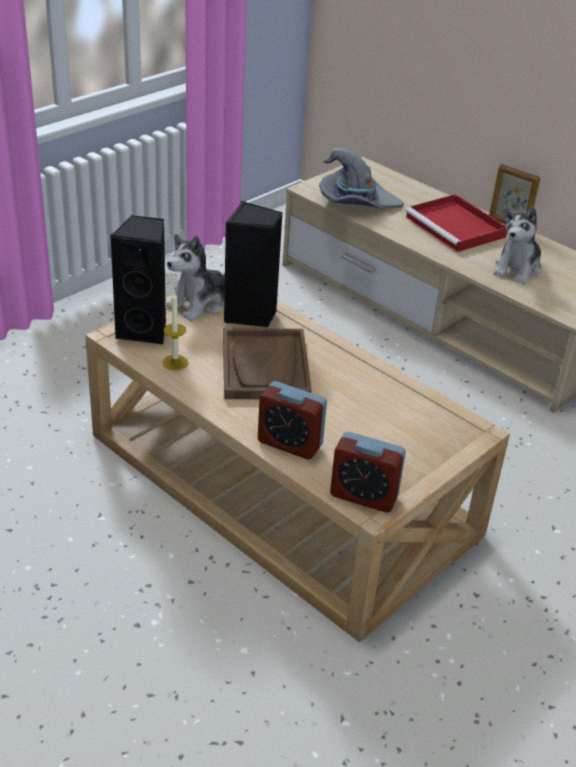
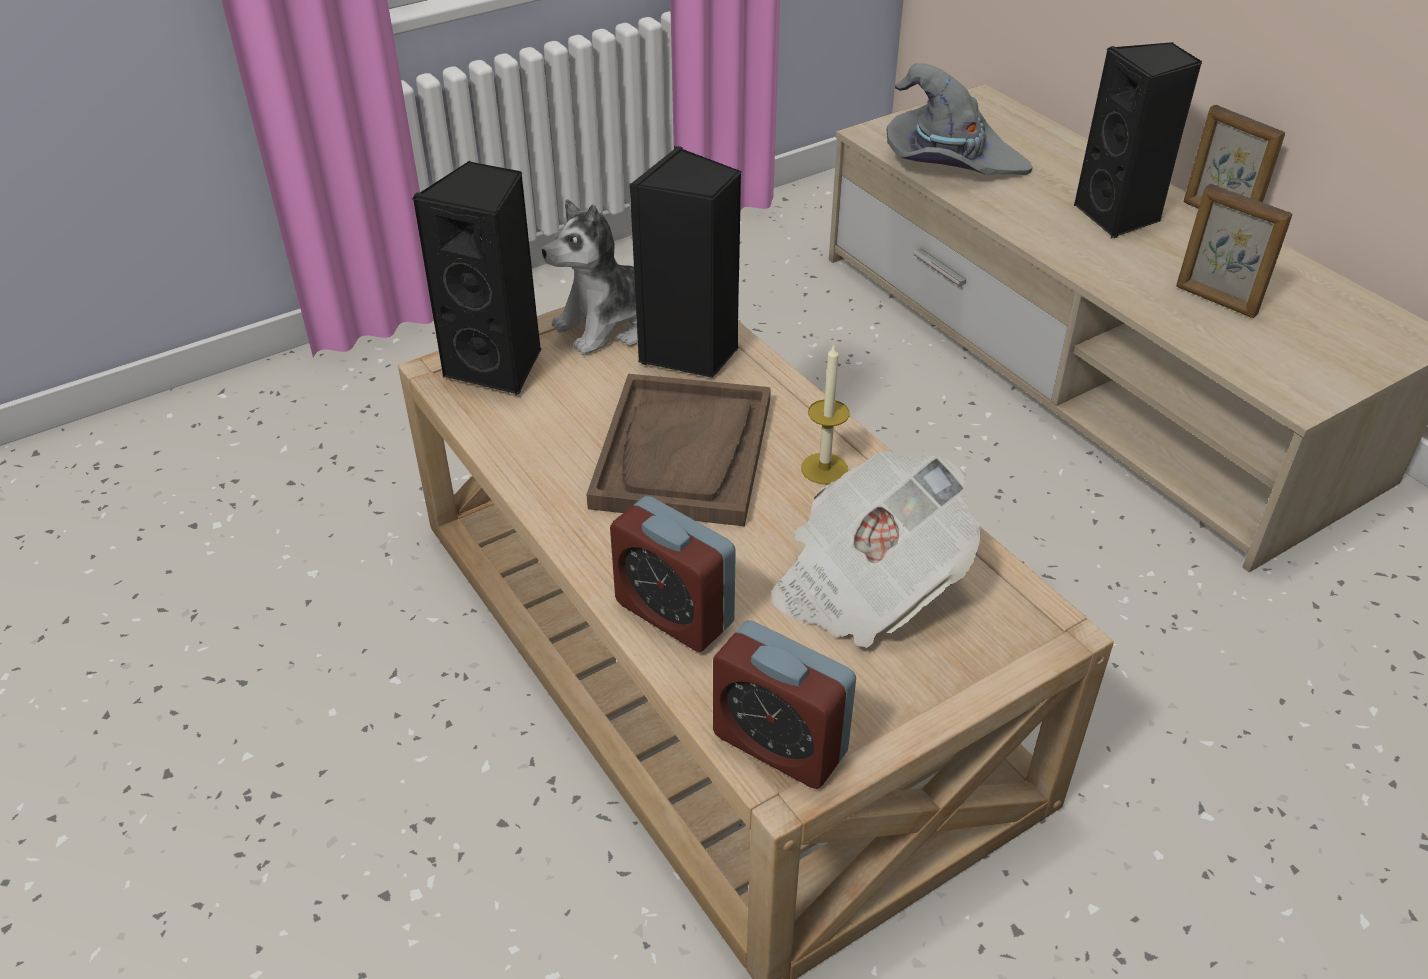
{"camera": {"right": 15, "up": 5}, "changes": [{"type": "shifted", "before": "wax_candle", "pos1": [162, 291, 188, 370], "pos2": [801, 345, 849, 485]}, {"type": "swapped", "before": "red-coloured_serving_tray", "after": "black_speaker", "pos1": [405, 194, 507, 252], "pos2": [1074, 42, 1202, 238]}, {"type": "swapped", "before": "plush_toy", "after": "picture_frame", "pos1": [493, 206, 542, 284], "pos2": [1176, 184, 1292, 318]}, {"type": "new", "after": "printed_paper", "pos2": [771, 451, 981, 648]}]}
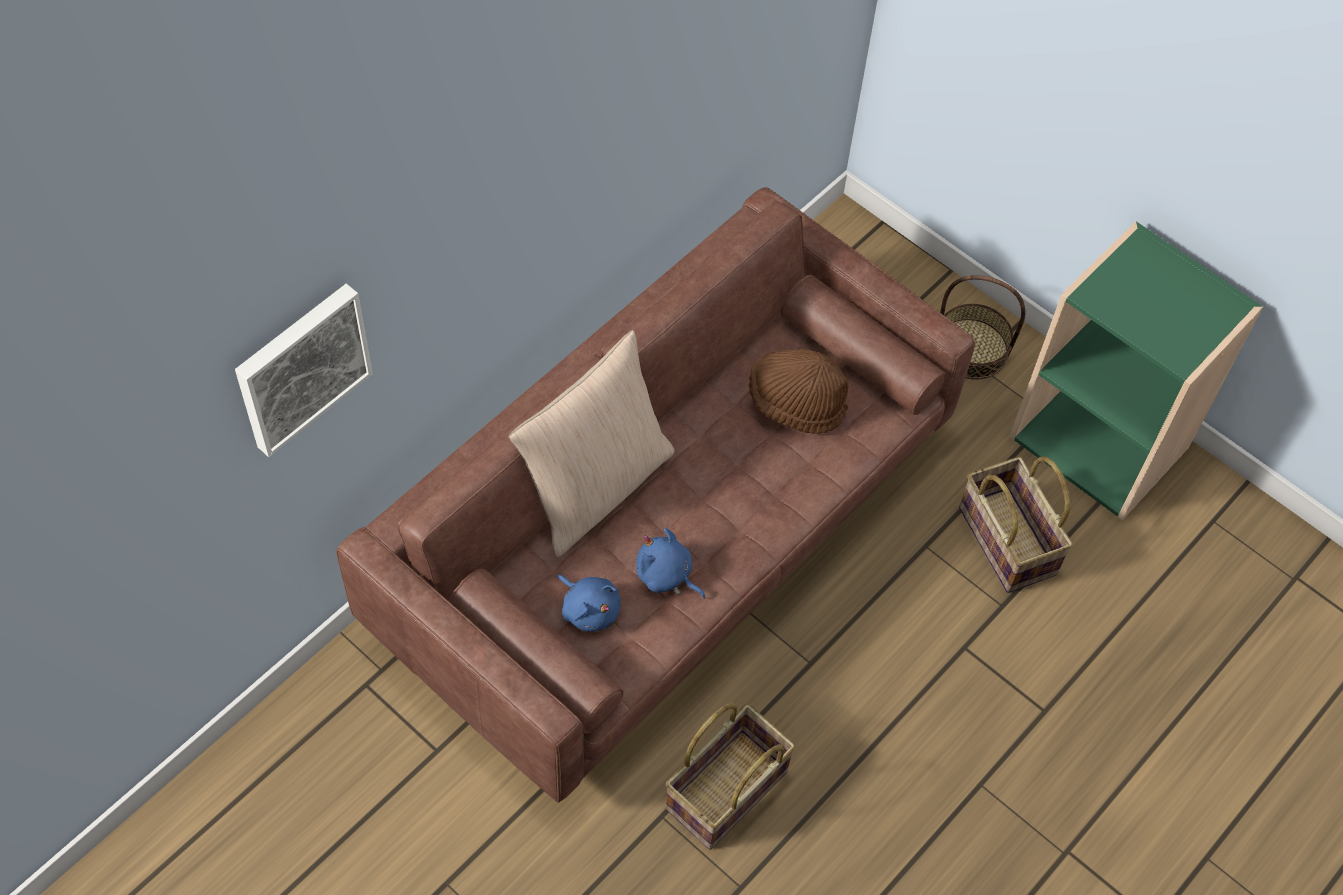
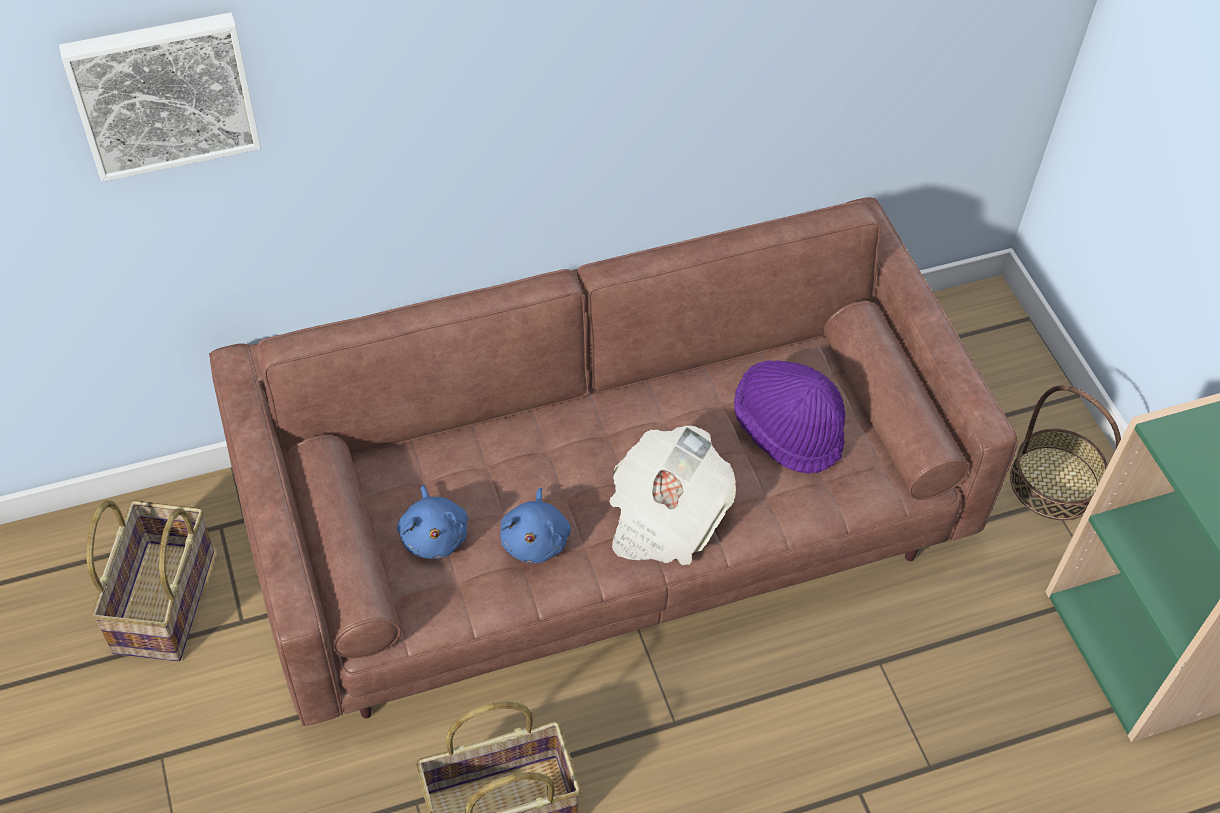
{"camera": {"right": 30, "up": -5}, "changes": [{"type": "gone", "before": "beige-coloured_pillow", "pos1": [509, 330, 675, 558]}, {"type": "rotated", "before": "bluish_plush_toy", "pos1": [636, 528, 705, 599], "pos2": [500, 488, 571, 563], "turn": -150}, {"type": "repainted", "before": "brownish_wearable_hat", "after": "purplish_wearable_hat", "pos1": [749, 349, 848, 434], "pos2": [734, 360, 845, 474]}, {"type": "shifted", "before": "basket", "pos1": [959, 457, 1073, 593], "pos2": [87, 500, 214, 661]}, {"type": "new", "after": "printed_paper", "pos2": [609, 425, 736, 565]}]}
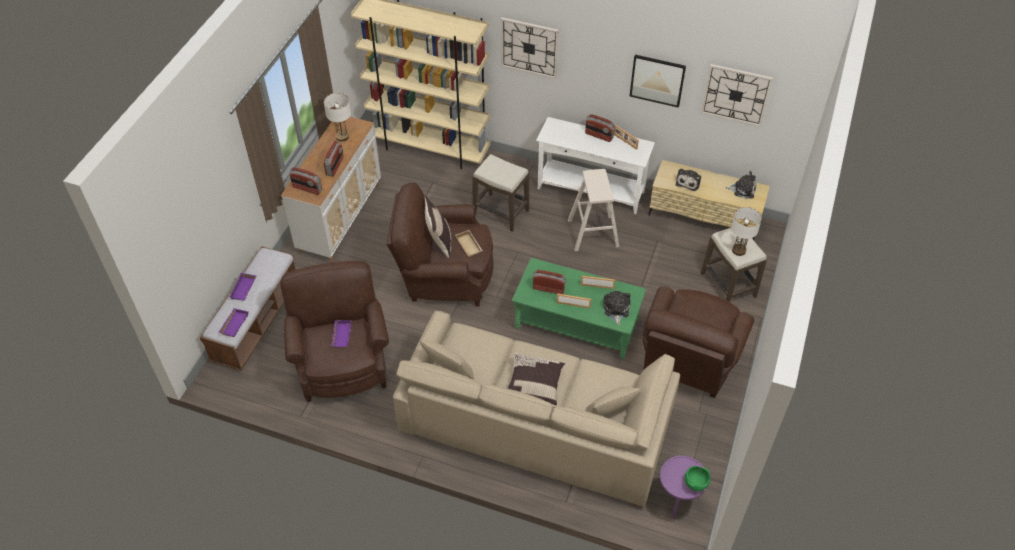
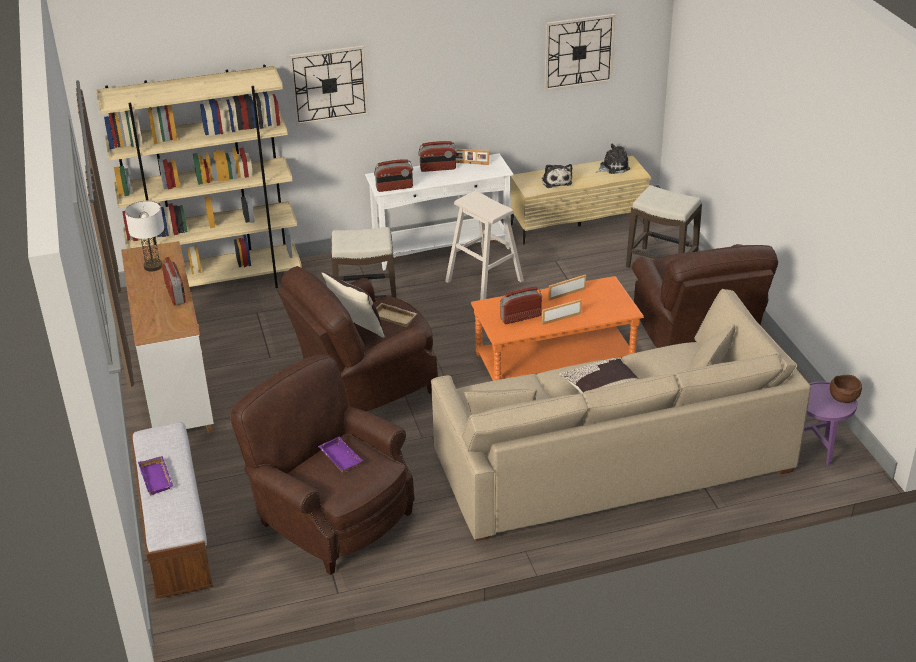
{"camera": {"right": -35, "up": -15}, "changes": [{"type": "gone", "before": "purplish_serving_tray", "pos1": [219, 308, 249, 337]}, {"type": "shifted", "before": "radio", "pos1": [290, 167, 322, 195], "pos2": [374, 159, 413, 192]}, {"type": "repainted", "before": "greenish_lounge_table", "after": "orange_lounge_table", "pos1": [512, 258, 646, 359], "pos2": [471, 276, 644, 381]}, {"type": "gone", "before": "plush_toy", "pos1": [603, 291, 630, 326]}, {"type": "gone", "before": "picture", "pos1": [630, 55, 686, 108]}, {"type": "repainted", "before": "greenish_bowl", "after": "brownish_bowl", "pos1": [685, 466, 711, 491], "pos2": [830, 375, 862, 403]}, {"type": "gone", "before": "lamp_for_a_table", "pos1": [731, 207, 762, 256]}]}
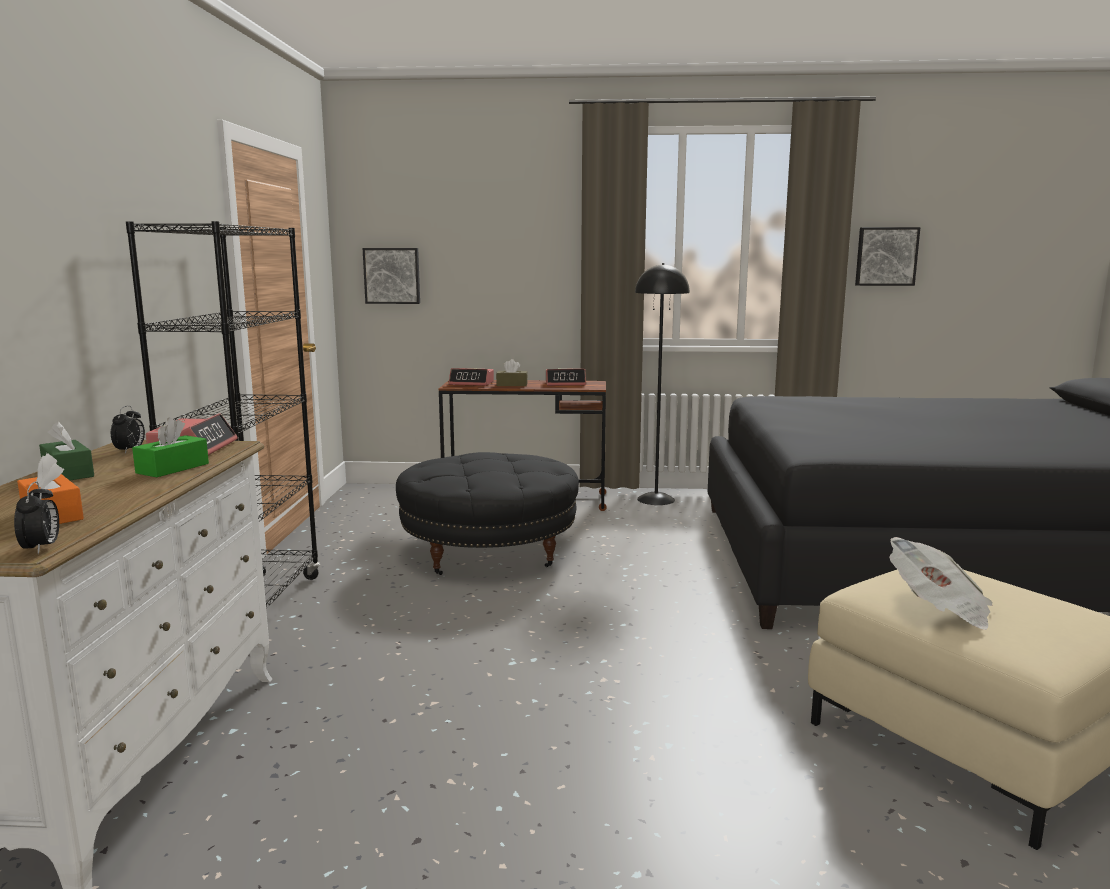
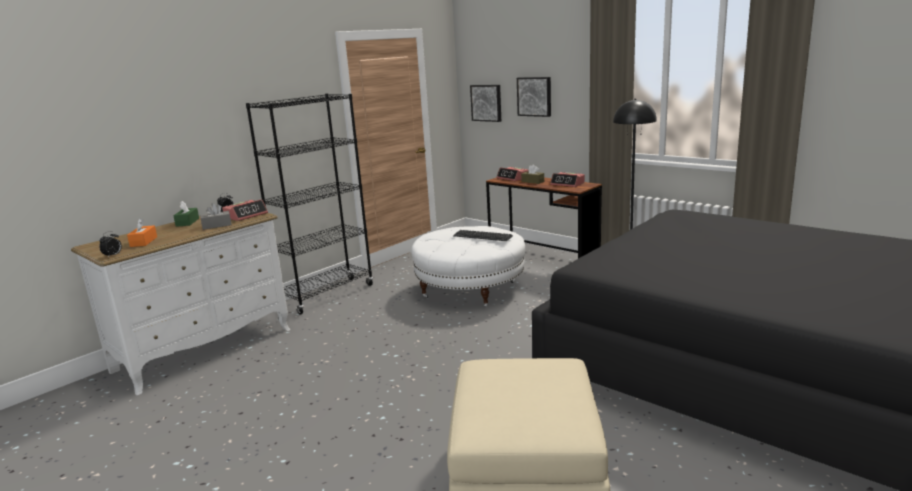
{"camera": {"right": 40, "up": 5}, "changes": [{"type": "repainted", "before": "greenish_tissue_box", "after": "greyish_tissue_box", "pos1": [132, 418, 209, 477], "pos2": [200, 203, 232, 230]}, {"type": "repainted", "before": "black_ottoman", "after": "white-coloured_ottoman", "pos1": [396, 452, 579, 575], "pos2": [411, 226, 525, 307]}, {"type": "shifted", "before": "picture", "pos1": [855, 227, 921, 286], "pos2": [517, 77, 551, 117]}, {"type": "gone", "before": "printed_paper", "pos1": [889, 537, 992, 630]}, {"type": "new", "after": "computer_keyboard", "pos2": [453, 230, 513, 241]}]}
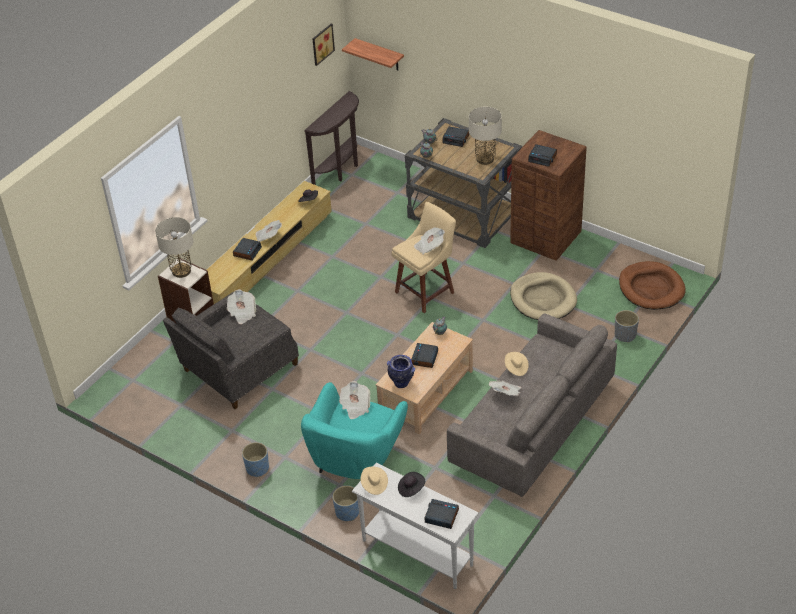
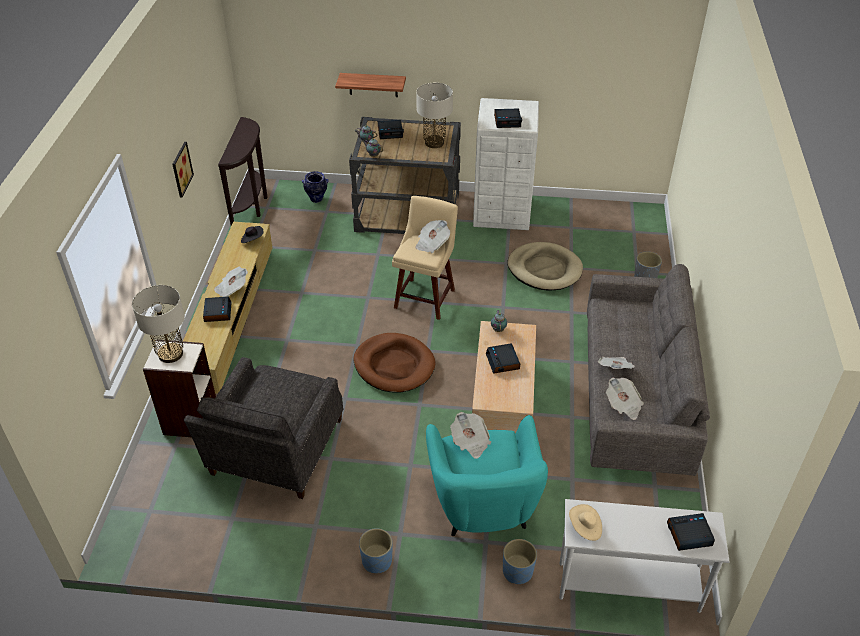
{"camera": {"right": -30, "up": 0}, "changes": [{"type": "shifted", "before": "printed_paper", "pos1": [227, 289, 256, 324], "pos2": [606, 378, 644, 420]}, {"type": "shifted", "before": "picture", "pos1": [313, 24, 335, 66], "pos2": [172, 142, 194, 197]}, {"type": "shifted", "before": "wall_shelf", "pos1": [342, 38, 404, 70], "pos2": [335, 73, 406, 97]}, {"type": "shifted", "before": "decorative_vase", "pos1": [387, 355, 415, 388], "pos2": [302, 171, 329, 203]}, {"type": "gone", "before": "black_wearable_hat", "pos1": [398, 472, 425, 497]}, {"type": "gone", "before": "beige-coloured_wearable_hat", "pos1": [505, 352, 529, 376]}, {"type": "repainted", "before": "brownish_dresser", "after": "white-coloured_dresser", "pos1": [510, 130, 587, 261], "pos2": [473, 98, 539, 230]}, {"type": "shifted", "before": "brownish_pet_bed", "pos1": [619, 261, 686, 310], "pos2": [354, 333, 435, 393]}]}
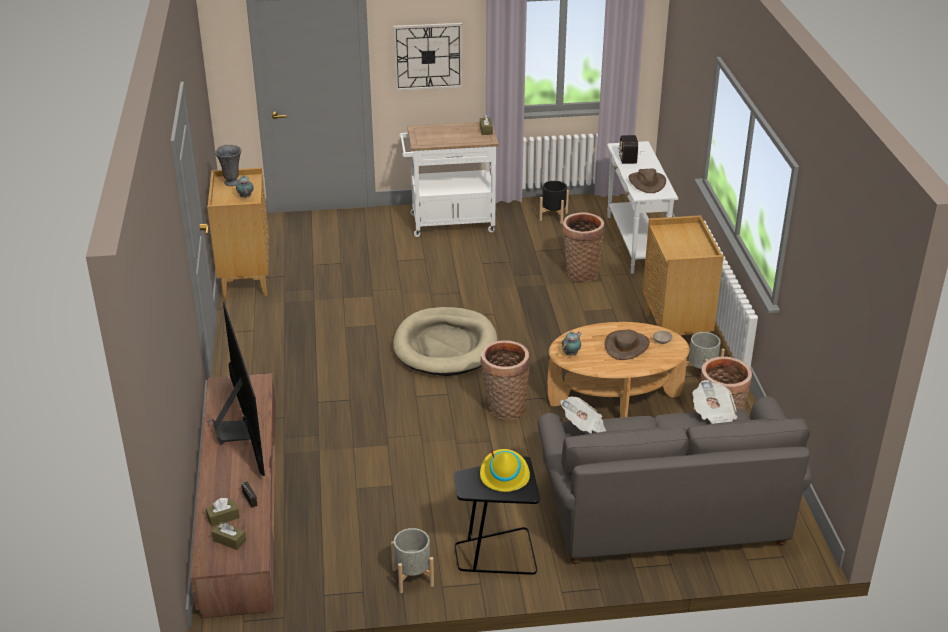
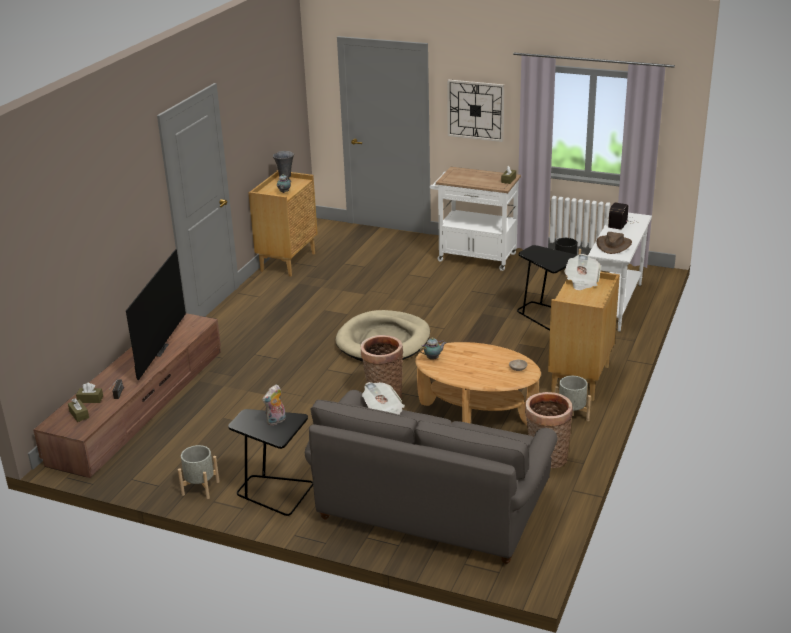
{"camera": {"right": 30, "up": -5}, "changes": [{"type": "swapped", "before": "yellow_wearable_hat", "after": "plush_toy", "pos1": [480, 449, 530, 492], "pos2": [262, 385, 286, 425]}, {"type": "swapped", "before": "basket", "after": "black_end_table", "pos1": [562, 212, 604, 282], "pos2": [517, 245, 577, 330]}, {"type": "gone", "before": "brownish_wearable_hat", "pos1": [605, 329, 650, 360]}, {"type": "shifted", "before": "printed_paper", "pos1": [692, 380, 738, 424], "pos2": [564, 254, 601, 290]}]}
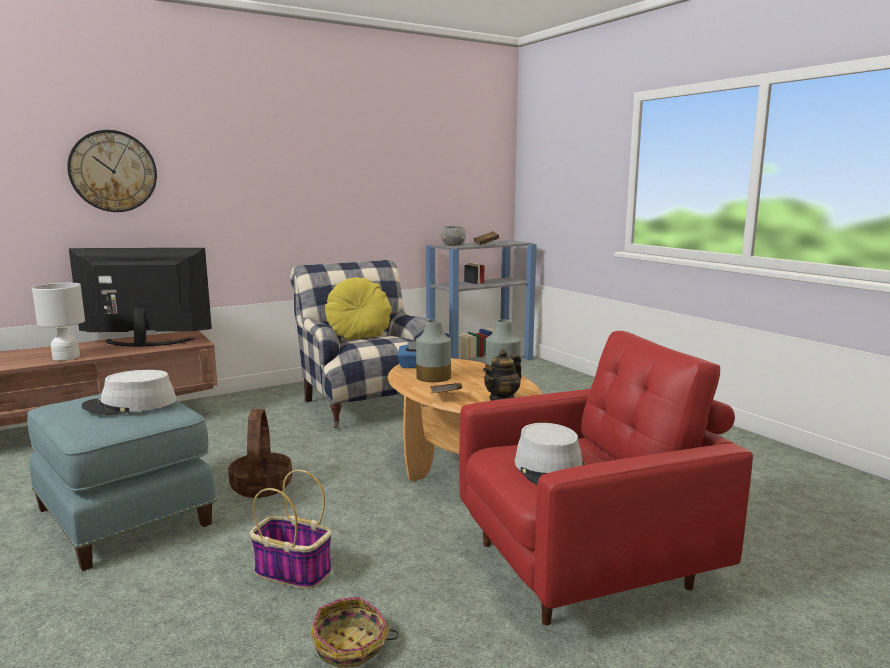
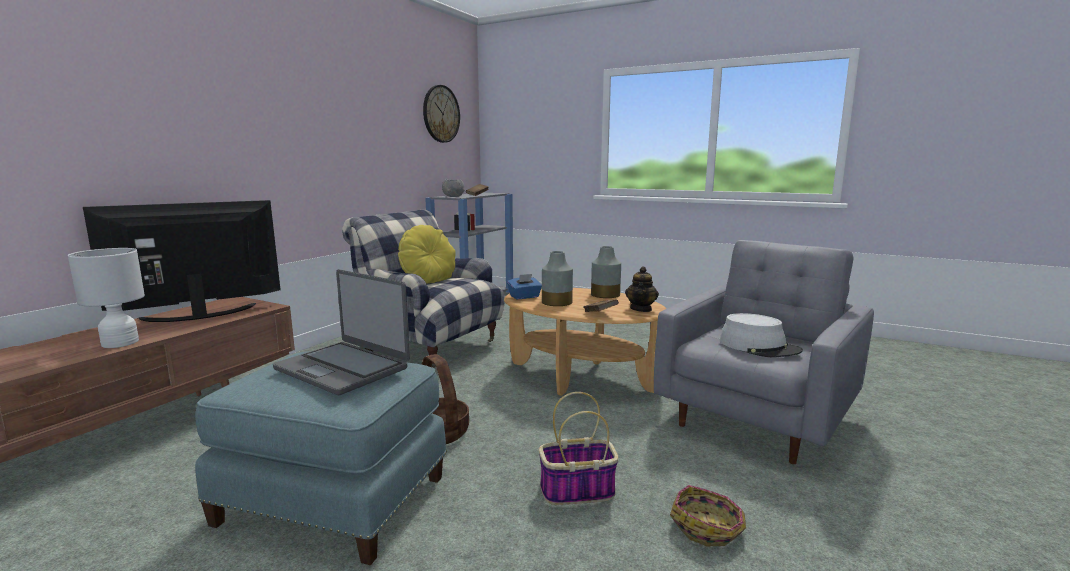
{"camera": {"right": -30, "up": 0}, "changes": [{"type": "shifted", "before": "clock_on_the_wall", "pos1": [67, 130, 157, 212], "pos2": [423, 85, 460, 143]}, {"type": "swapped", "before": "greyish_wearable_hat", "after": "laptop", "pos1": [81, 370, 176, 415], "pos2": [273, 269, 410, 395]}, {"type": "repainted", "before": "red-coloured_easy_chair", "after": "greyish_easy_chair", "pos1": [459, 331, 753, 625], "pos2": [654, 240, 874, 464]}]}
